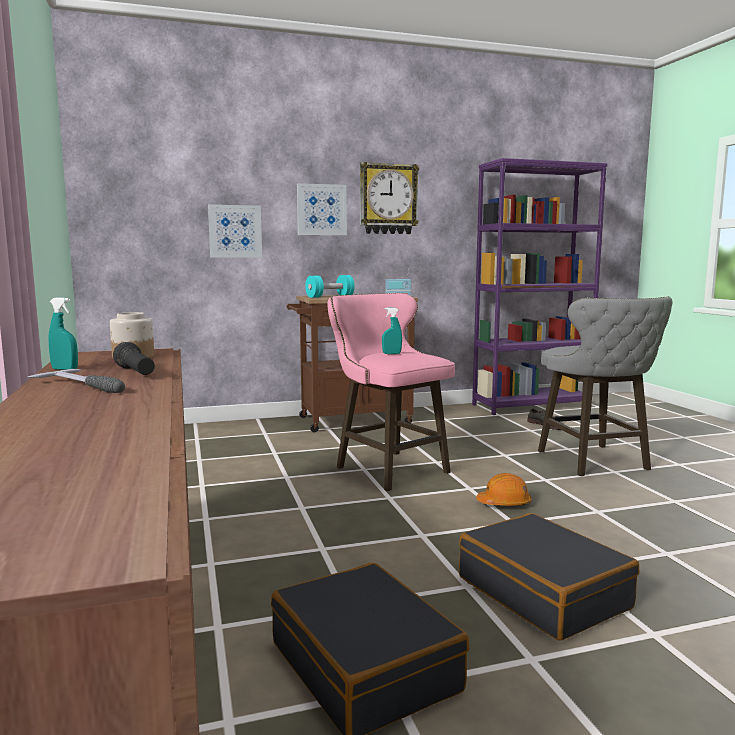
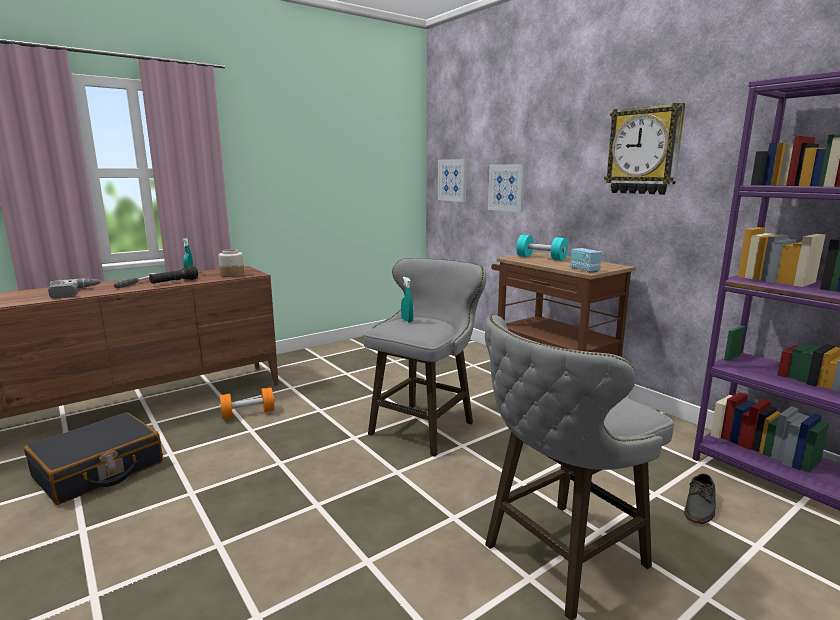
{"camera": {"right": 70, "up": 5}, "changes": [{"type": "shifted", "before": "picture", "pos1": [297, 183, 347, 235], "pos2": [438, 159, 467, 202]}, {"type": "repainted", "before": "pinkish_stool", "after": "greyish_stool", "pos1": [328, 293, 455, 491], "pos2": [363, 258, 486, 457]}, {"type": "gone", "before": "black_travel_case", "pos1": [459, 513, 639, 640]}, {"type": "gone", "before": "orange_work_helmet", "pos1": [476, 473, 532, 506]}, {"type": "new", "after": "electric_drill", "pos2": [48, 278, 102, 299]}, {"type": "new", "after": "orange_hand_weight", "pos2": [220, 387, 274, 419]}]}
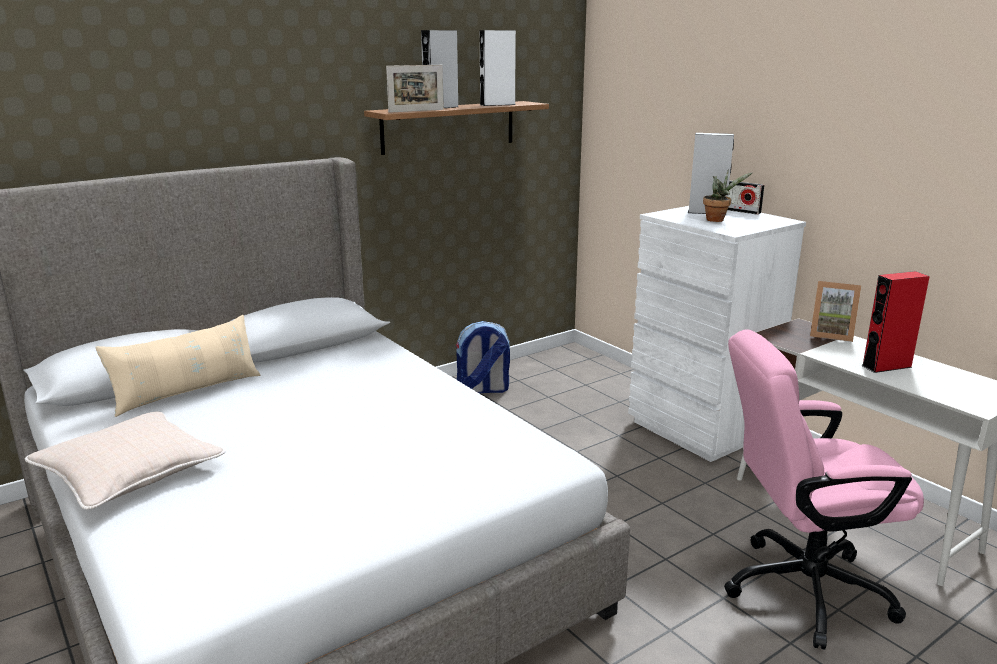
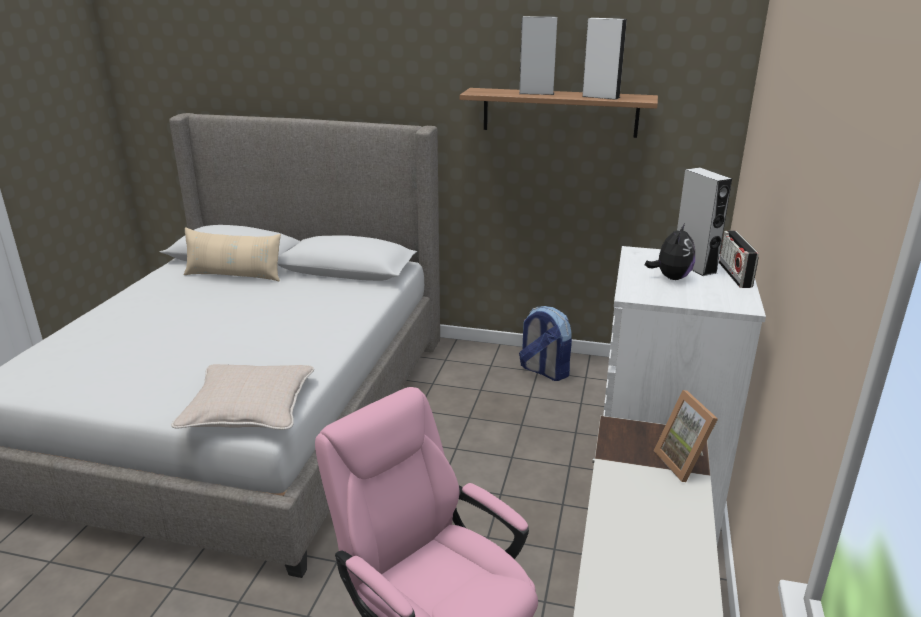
{"camera": {"right": 50, "up": 5}, "changes": [{"type": "shifted", "before": "beige-coloured_pillow", "pos1": [25, 411, 225, 510], "pos2": [171, 364, 314, 430]}, {"type": "gone", "before": "picture_frame", "pos1": [386, 65, 444, 113]}, {"type": "swapped", "before": "houseplant", "after": "plush_toy", "pos1": [703, 169, 753, 222], "pos2": [645, 223, 695, 280]}, {"type": "gone", "before": "red-coloured_speaker", "pos1": [862, 271, 930, 373]}]}
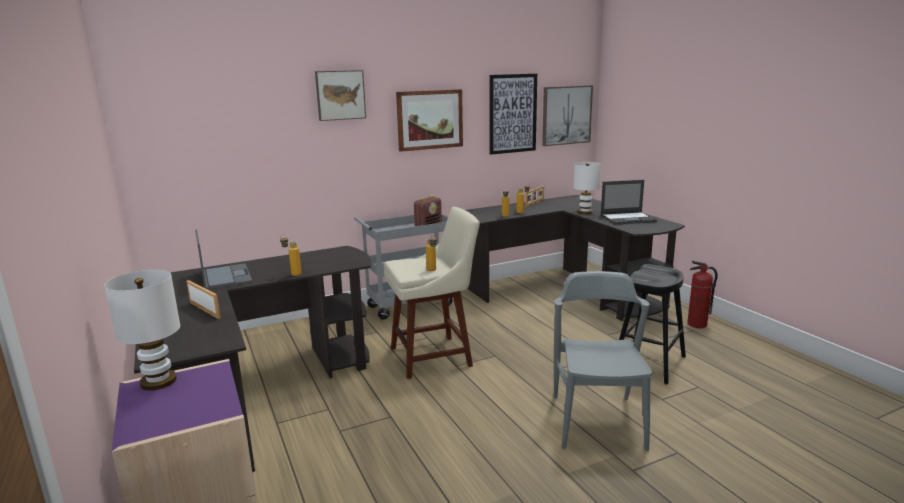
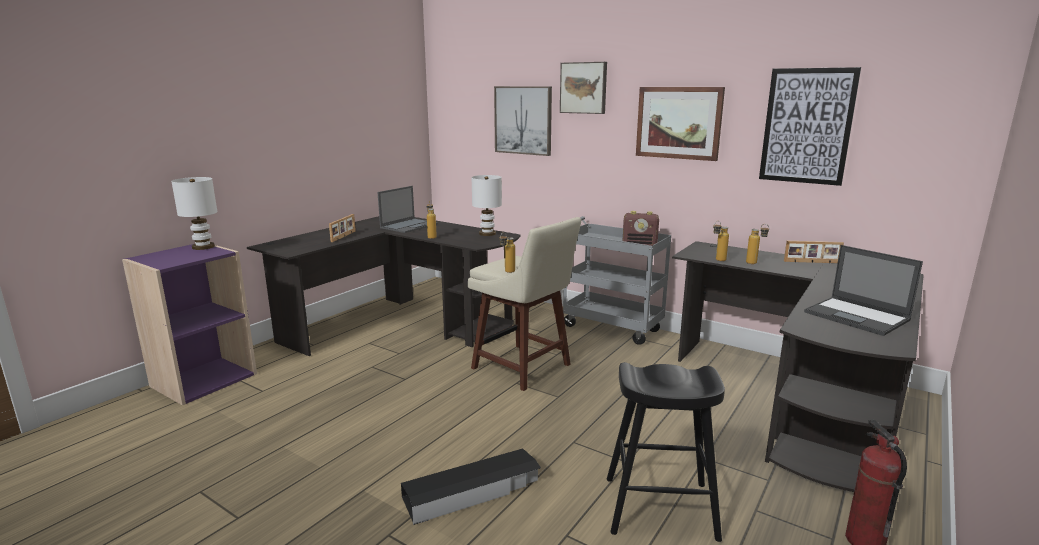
{"camera": {"right": 60, "up": 0}, "changes": [{"type": "shifted", "before": "picture", "pos1": [542, 85, 593, 146], "pos2": [494, 86, 552, 156]}, {"type": "swapped", "before": "greyish_upright_chair", "after": "black_storage_bin", "pos1": [554, 271, 652, 451], "pos2": [401, 449, 541, 525]}, {"type": "shifted", "before": "white-coloured_lamp_for_a_table", "pos1": [573, 162, 601, 214], "pos2": [471, 175, 502, 236]}]}
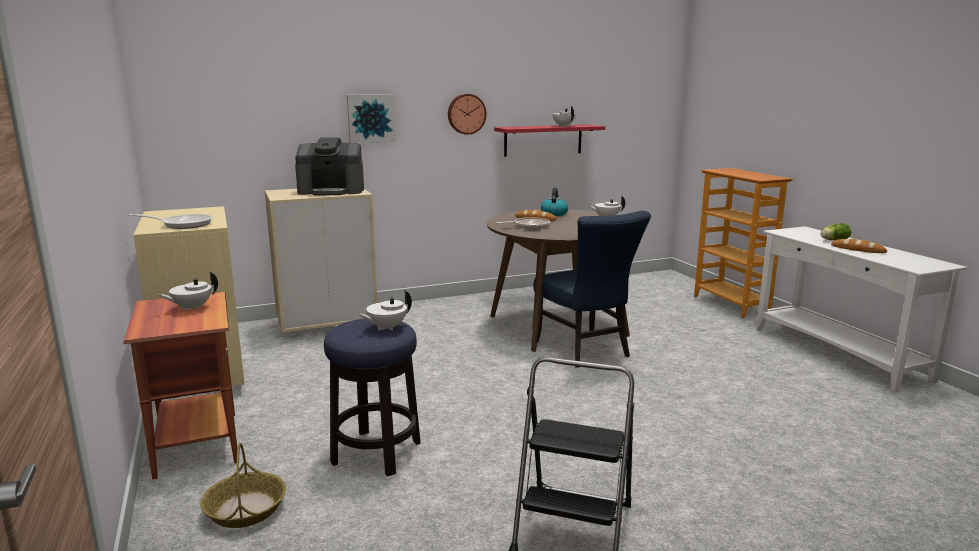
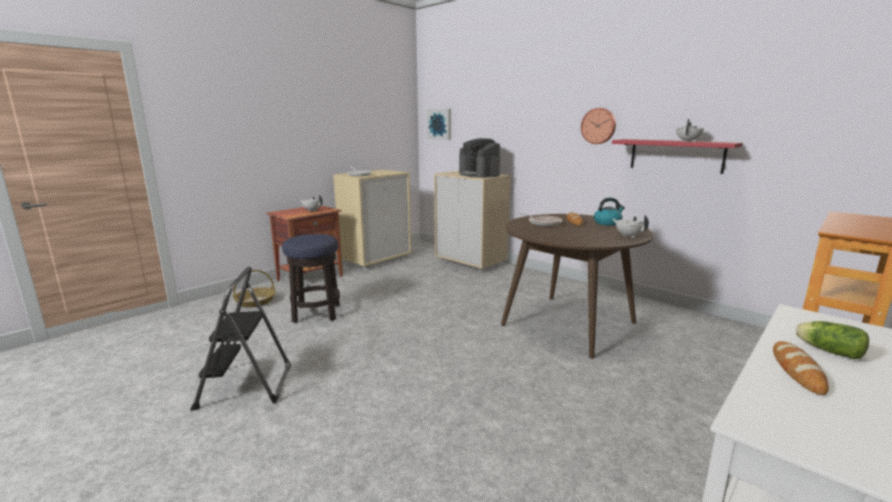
{"camera": {"right": 65, "up": 0}, "changes": [{"type": "shifted", "before": "picture", "pos1": [347, 94, 396, 143], "pos2": [427, 109, 451, 140]}, {"type": "gone", "before": "white-coloured_teapot", "pos1": [358, 290, 412, 331]}, {"type": "gone", "before": "bluish_upright_chair", "pos1": [533, 211, 651, 367]}]}
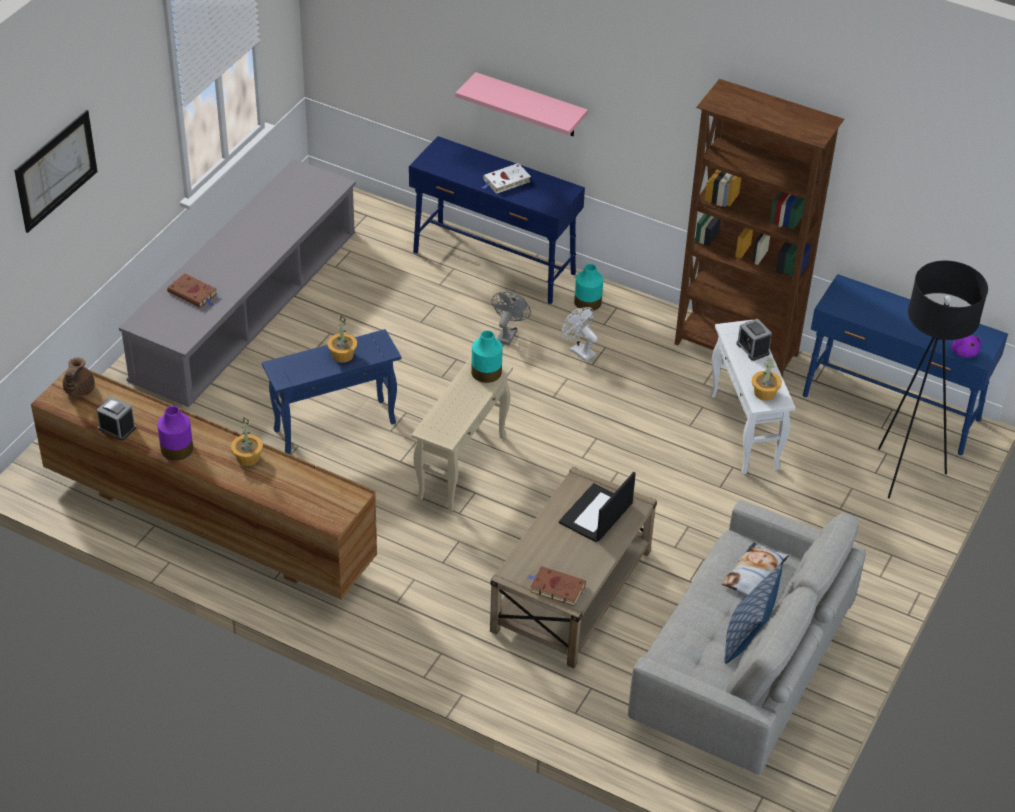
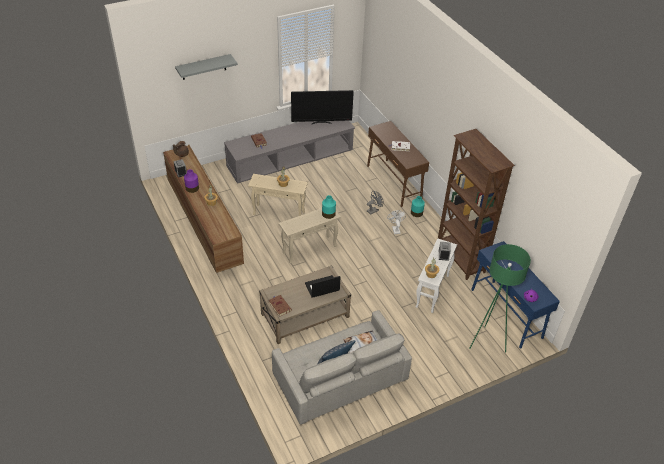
{"camera": {"right": 35, "up": 0}, "changes": [{"type": "swapped", "before": "picture", "after": "greyish_wall_shelf", "pos1": [14, 110, 97, 233], "pos2": [175, 54, 238, 80]}, {"type": "repainted", "before": "bluish_end_table", "after": "beige-coloured_end_table", "pos1": [262, 329, 401, 454], "pos2": [248, 174, 308, 216]}, {"type": "repainted", "before": "bluish_hall_table", "after": "brownish_hall_table", "pos1": [409, 136, 585, 304], "pos2": [367, 121, 429, 207]}, {"type": "gone", "before": "pinkish_wall_shelf", "pos1": [455, 72, 588, 136]}, {"type": "repainted", "before": "black_standard_lamp", "after": "greenish_standard_lamp", "pos1": [878, 261, 988, 498], "pos2": [469, 244, 531, 353]}, {"type": "new", "after": "TV_set", "pos2": [291, 90, 354, 124]}]}
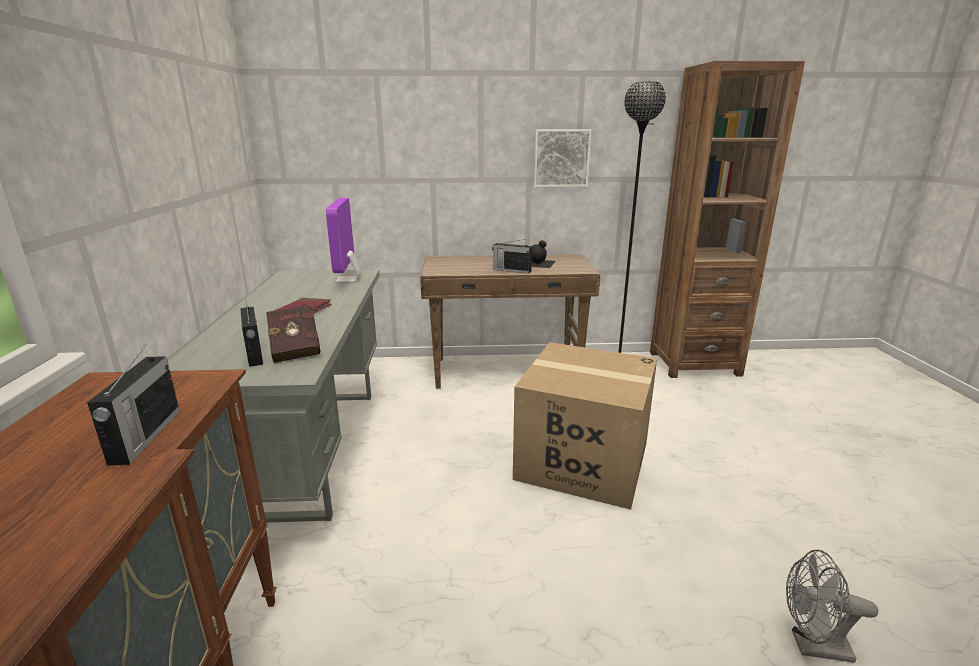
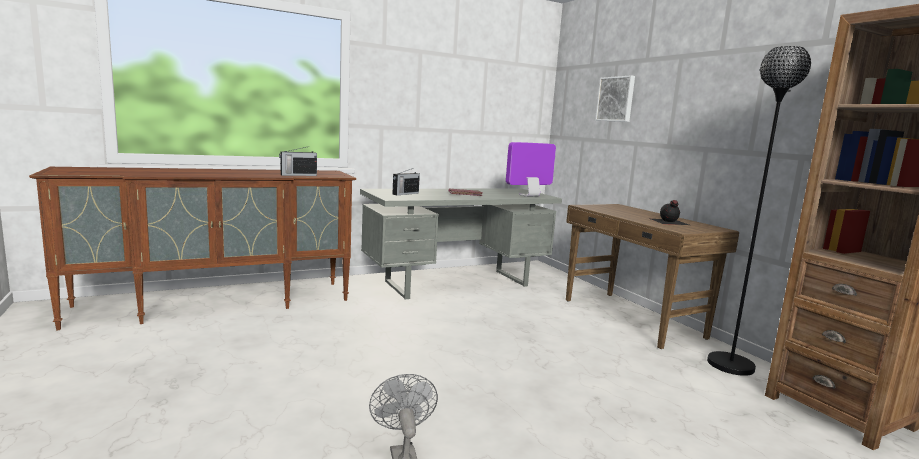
{"camera": {"right": 65, "up": -10}, "changes": [{"type": "gone", "before": "red-coloured_bound_book", "pos1": [266, 305, 321, 363]}, {"type": "gone", "before": "radio", "pos1": [492, 239, 532, 274]}, {"type": "gone", "before": "packing_box", "pos1": [513, 342, 657, 510]}, {"type": "shifted", "before": "picture", "pos1": [533, 129, 591, 187], "pos2": [595, 76, 635, 122]}]}
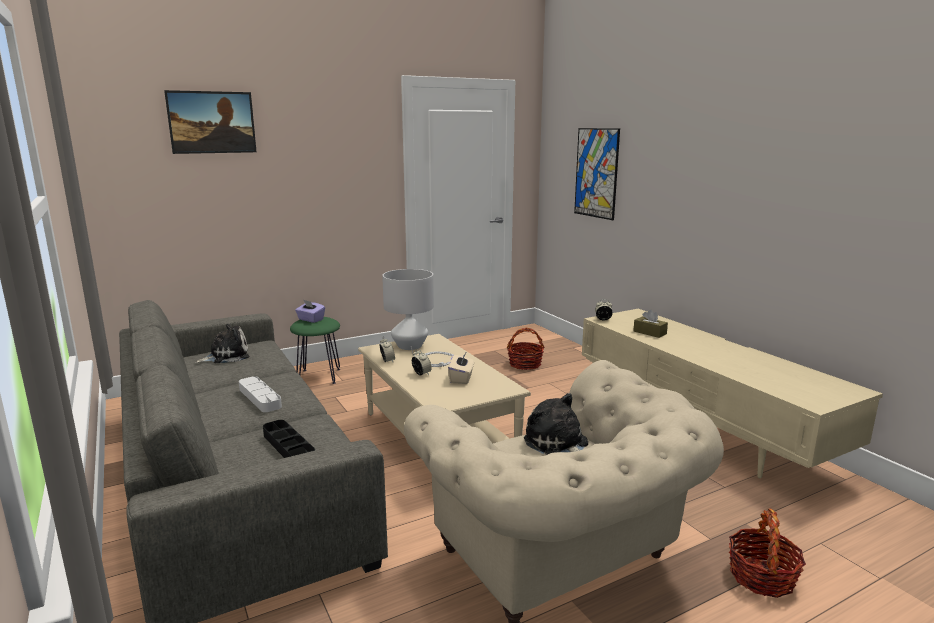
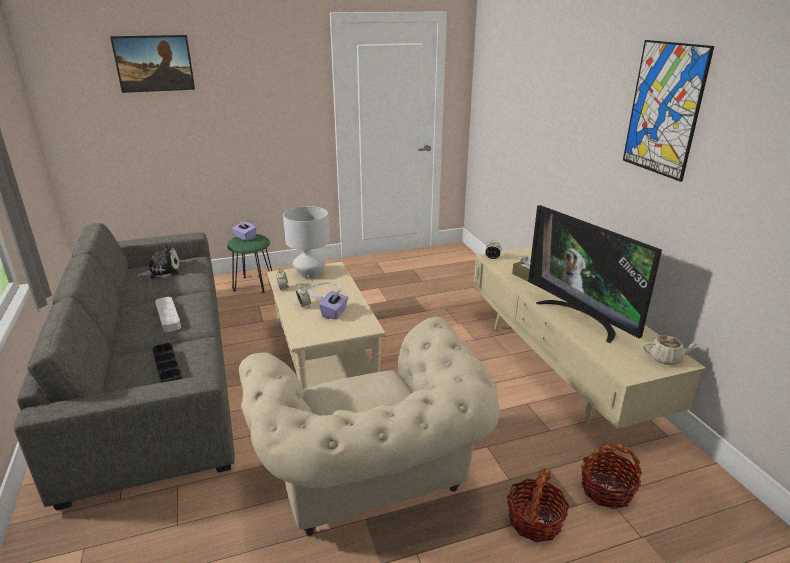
{"camera": {"right": 10, "up": 10}, "changes": [{"type": "repainted", "before": "beige-coloured_tissue_box", "after": "purplish_tissue_box", "pos1": [448, 351, 475, 384], "pos2": [319, 291, 348, 319]}, {"type": "shifted", "before": "basket", "pos1": [507, 328, 544, 370], "pos2": [581, 444, 642, 509]}, {"type": "gone", "before": "plush_toy", "pos1": [524, 393, 588, 455]}, {"type": "shifted", "before": "picture", "pos1": [574, 128, 620, 220], "pos2": [623, 40, 714, 182]}, {"type": "new", "after": "TV_set", "pos2": [528, 205, 662, 343]}, {"type": "new", "after": "beige-coloured_teapot", "pos2": [643, 335, 699, 365]}]}
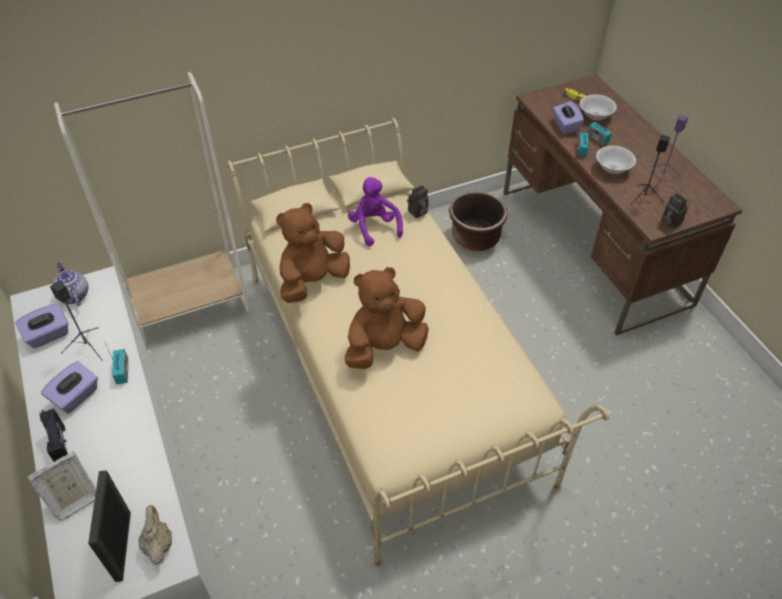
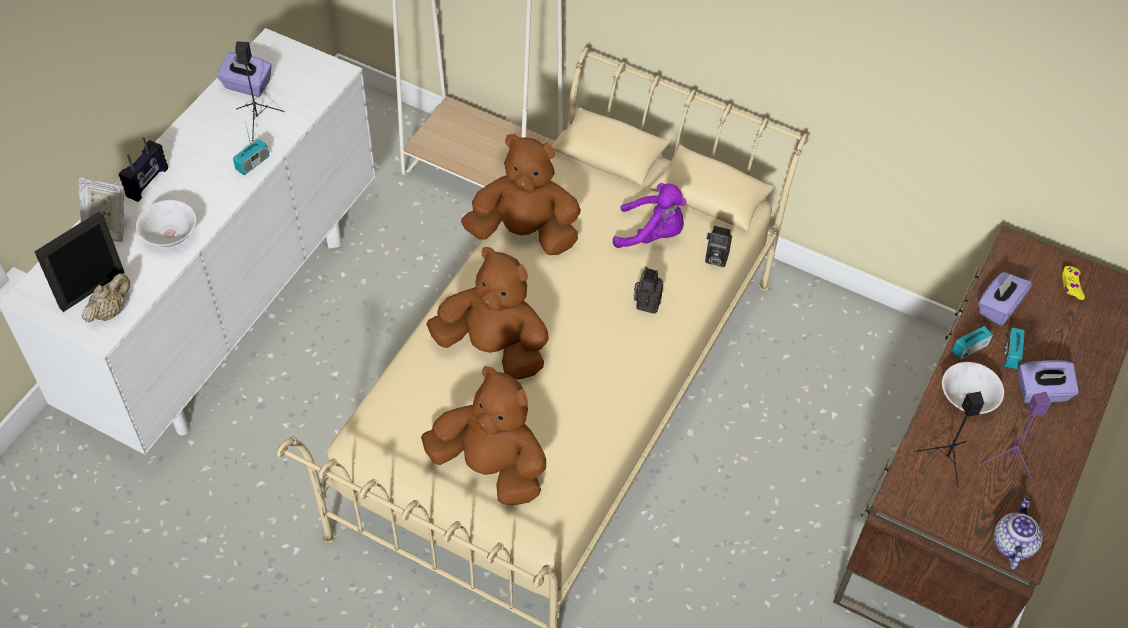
{"camera": {"right": 50, "up": 5}, "changes": [{"type": "shifted", "before": "purplish_tissue_box", "pos1": [41, 361, 98, 414], "pos2": [1018, 361, 1079, 403]}, {"type": "shifted", "before": "teapot", "pos1": [52, 263, 88, 306], "pos2": [993, 497, 1043, 569]}, {"type": "rotated", "before": "purplish_plush_toy", "pos1": [348, 177, 403, 247], "pos2": [613, 183, 686, 248], "turn": 75}, {"type": "gone", "before": "brownish_plant_pot", "pos1": [449, 192, 507, 251]}, {"type": "shifted", "before": "white-coloured_bowl", "pos1": [580, 94, 617, 120], "pos2": [136, 200, 196, 247]}, {"type": "shifted", "before": "photo_camera", "pos1": [661, 193, 688, 229], "pos2": [633, 266, 663, 314]}, {"type": "new", "after": "brownish_plush_toy", "pos2": [421, 366, 546, 506]}]}
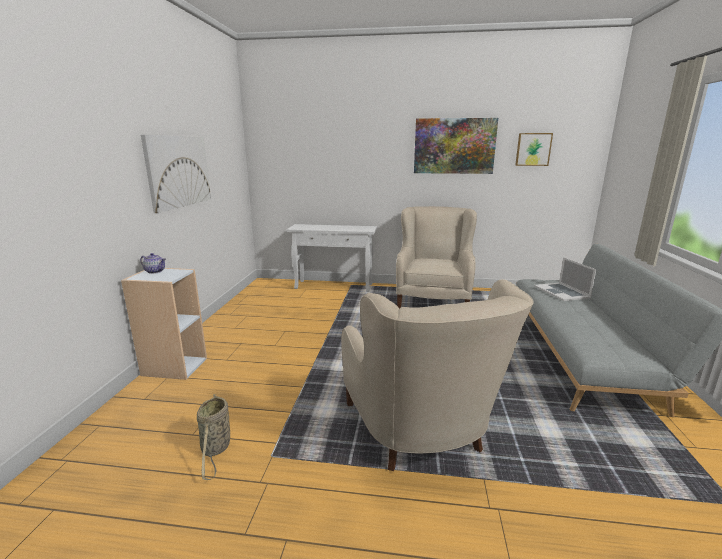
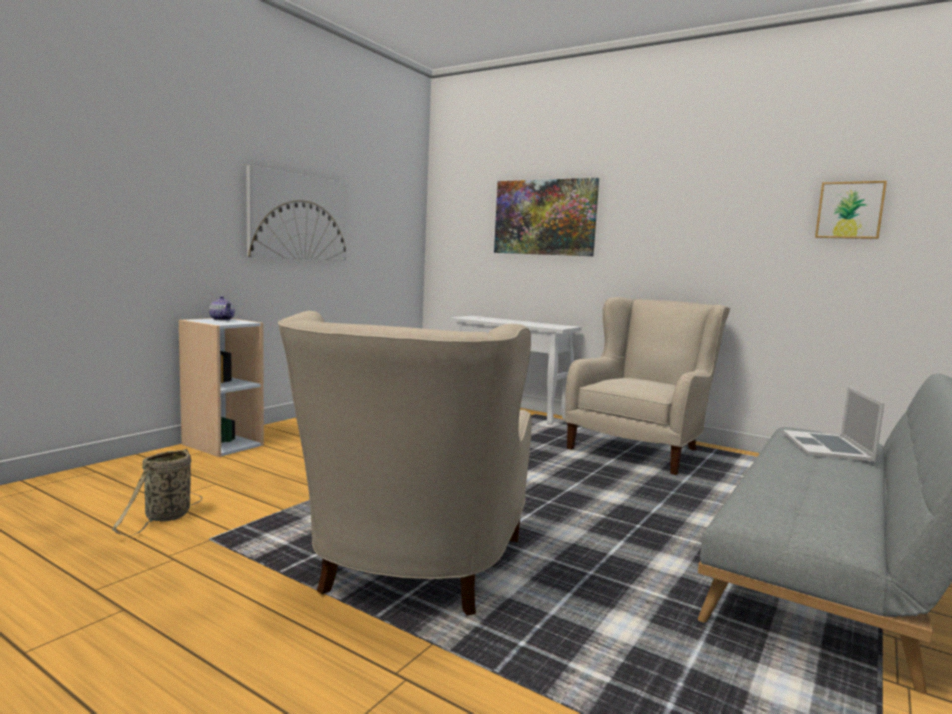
{"camera": {"right": 25, "up": -10}, "changes": [{"type": "shifted", "before": "picture", "pos1": [414, 118, 498, 174], "pos2": [494, 178, 599, 256]}]}
